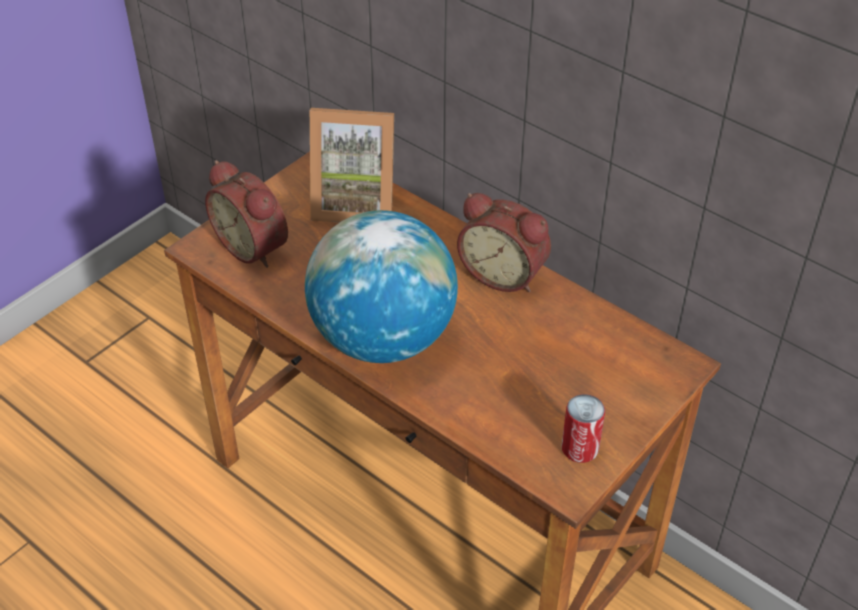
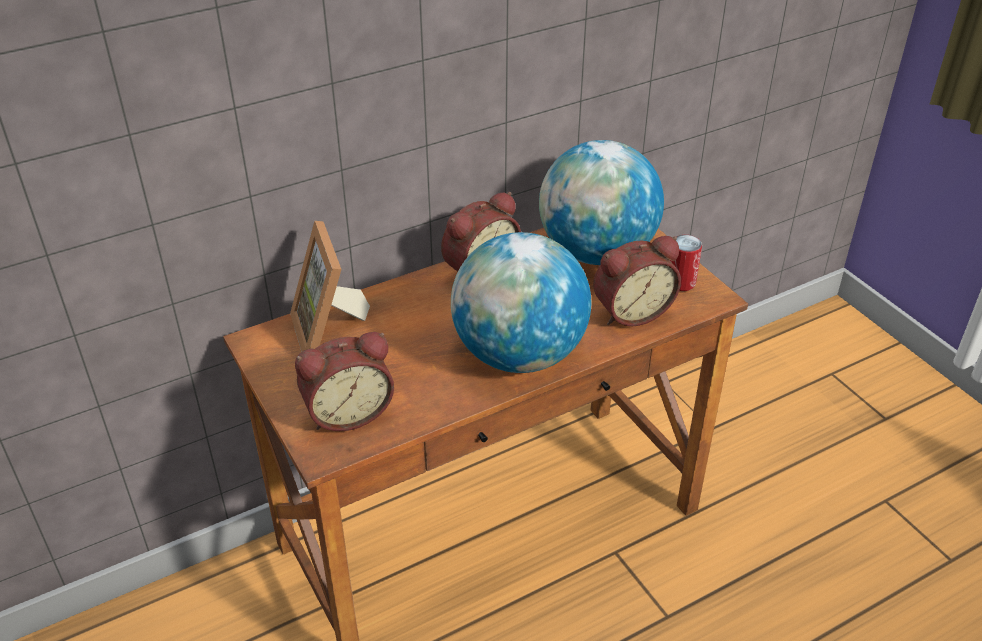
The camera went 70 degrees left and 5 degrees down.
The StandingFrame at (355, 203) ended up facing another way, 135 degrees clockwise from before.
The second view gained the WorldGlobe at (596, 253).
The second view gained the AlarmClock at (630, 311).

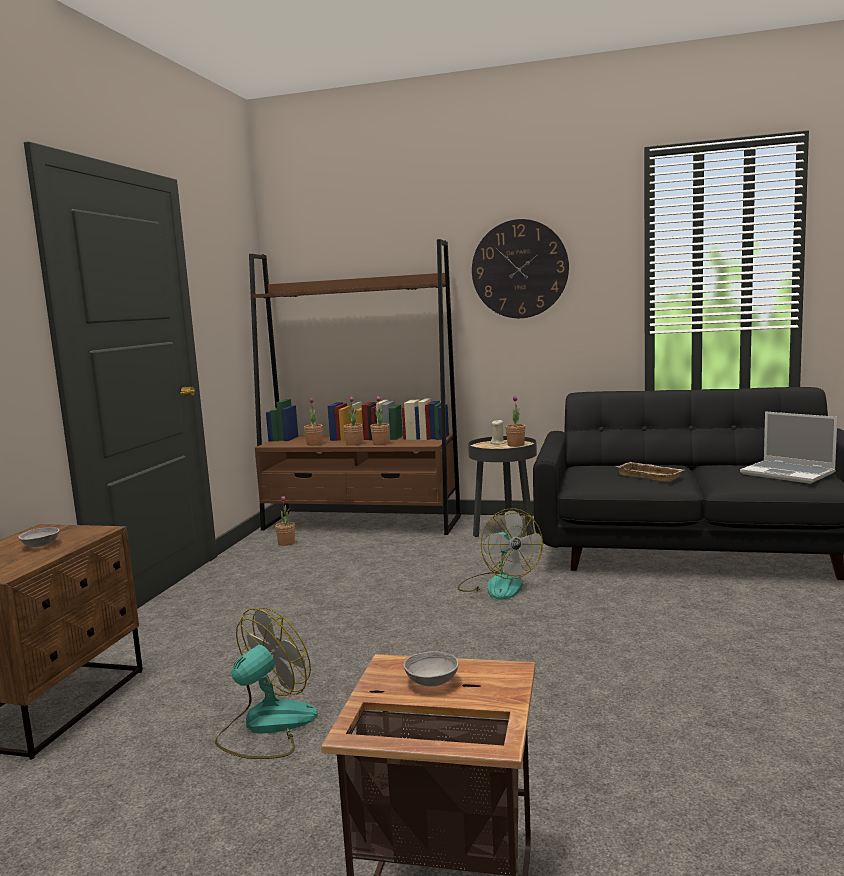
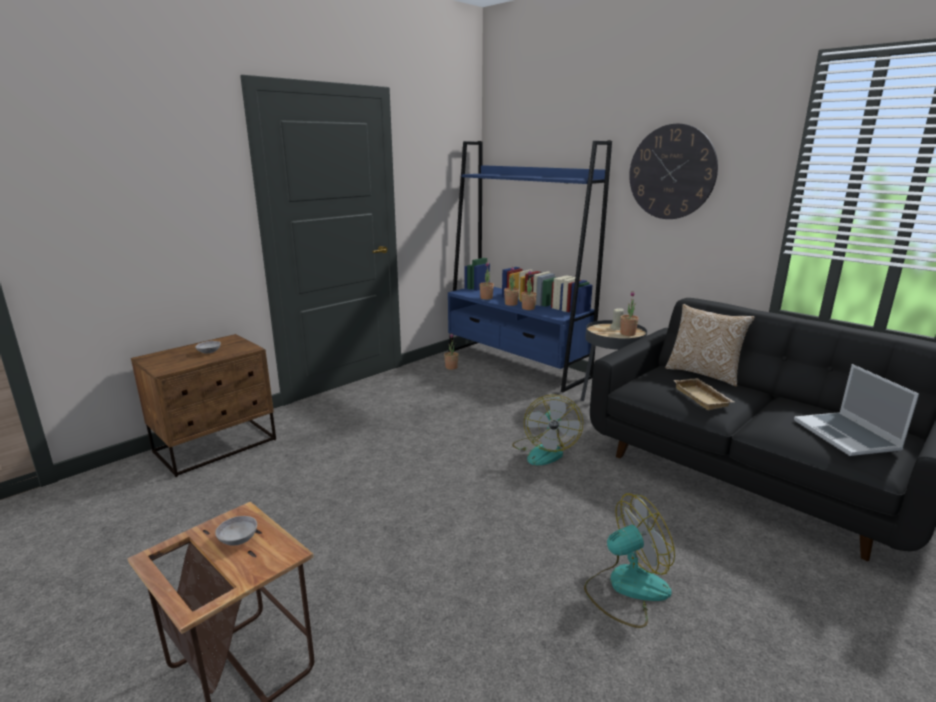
The camera went 30 degrees right and 10 degrees up.
What was the BrownishShelvingUnit at (362, 523) turned into the BlueColouredShelvingUnit at (516, 364).
The CoolingFan ended up elsewhere, having gone from (266, 726) to (626, 588).
The second view gained the Pillow at (703, 373).

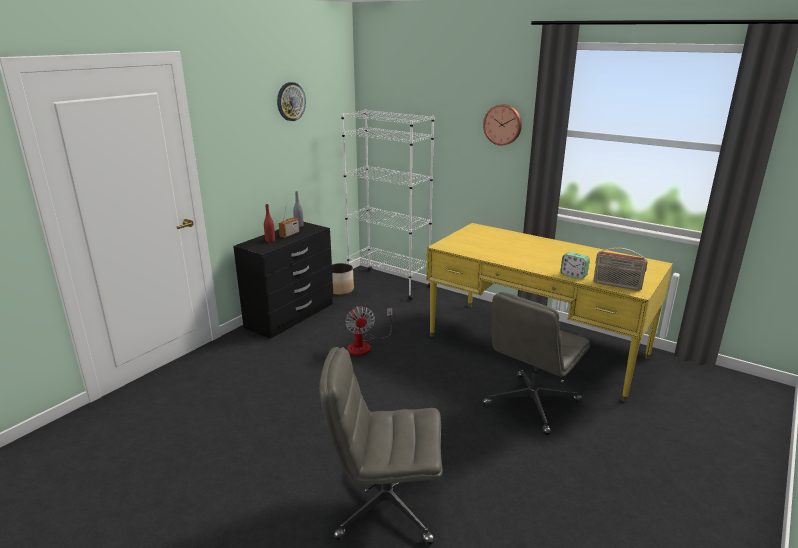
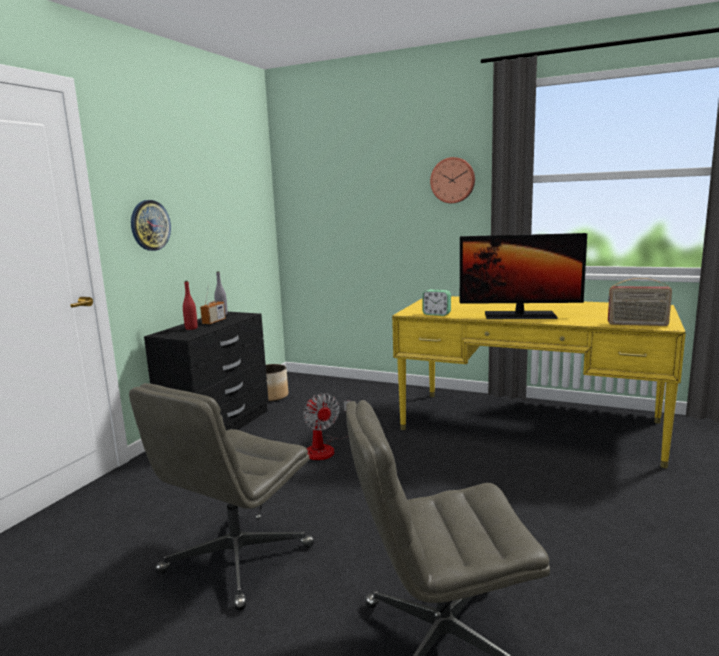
The camera went 10 degrees left and 10 degrees down.
The ClockOnTheWall ended up elsewhere, having gone from (290, 101) to (150, 225).
The second view lost the WhiteColouredShelvingUnit at (388, 283).
The AlarmClock ended up elsewhere, having gone from (573, 275) to (436, 314).
The GreyishOfficeChair ended up elsewhere, having gone from (531, 404) to (236, 560).
The second view gained the ComputerDisplay at (519, 315).

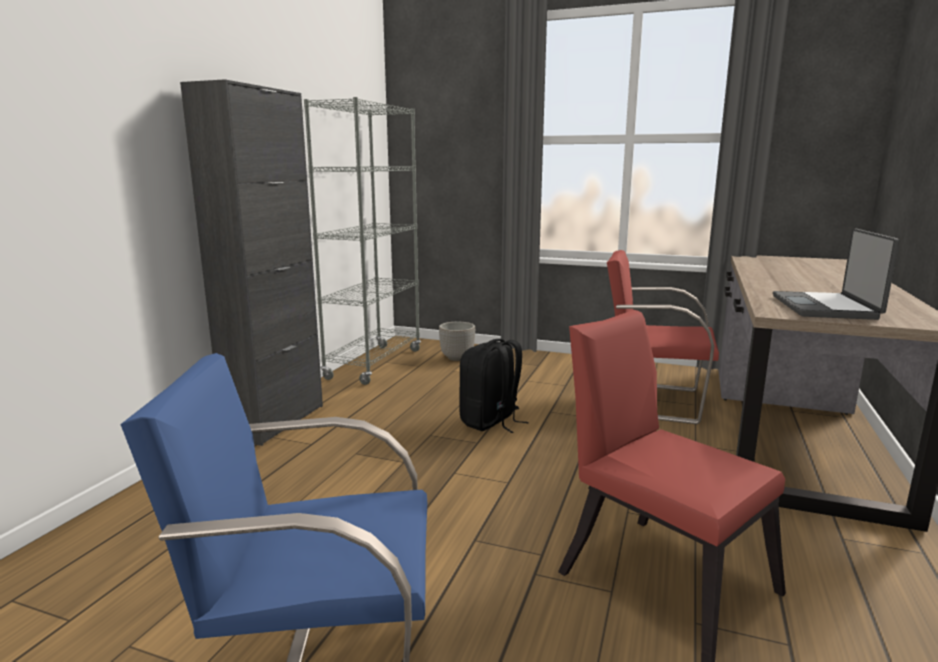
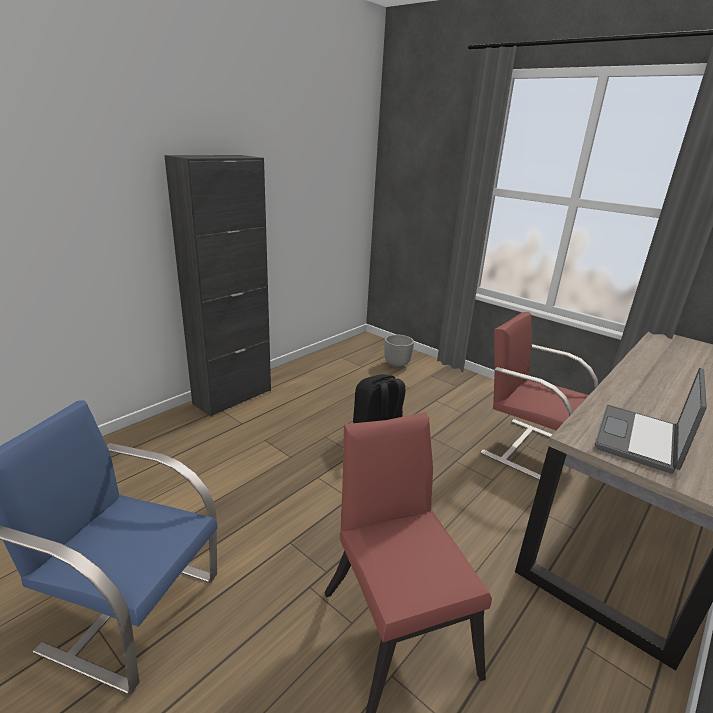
The camera went 20 degrees right and 10 degrees up.
The second view lost the GreyishShelvingUnit at (374, 364).

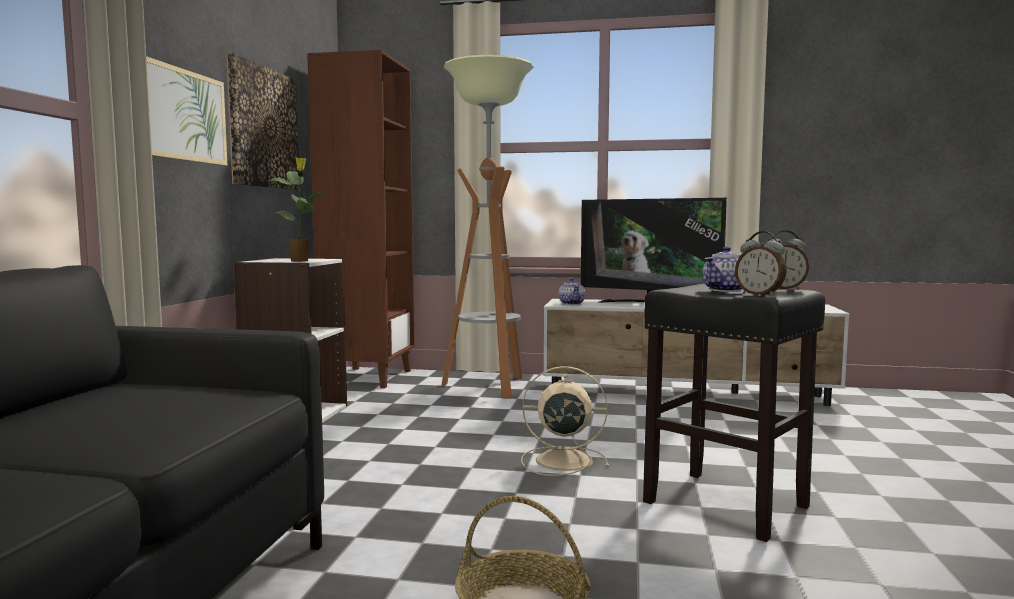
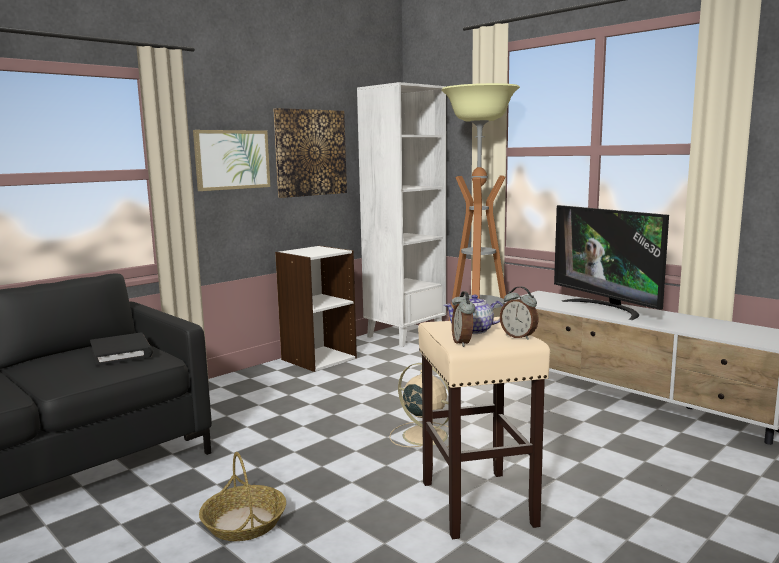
The camera went 35 degrees right and 5 degrees up.
What was the BrownishShelvingUnit at (368, 377) turned into the WhiteColouredShelvingUnit at (405, 335).
The second view lost the Houseplant at (300, 261).
The second view lost the PotForTea at (572, 303).
What was the BlackStool at (727, 504) turned into the BeigeColouredStool at (479, 504).
The second view gained the BlackBoundBook at (121, 352).

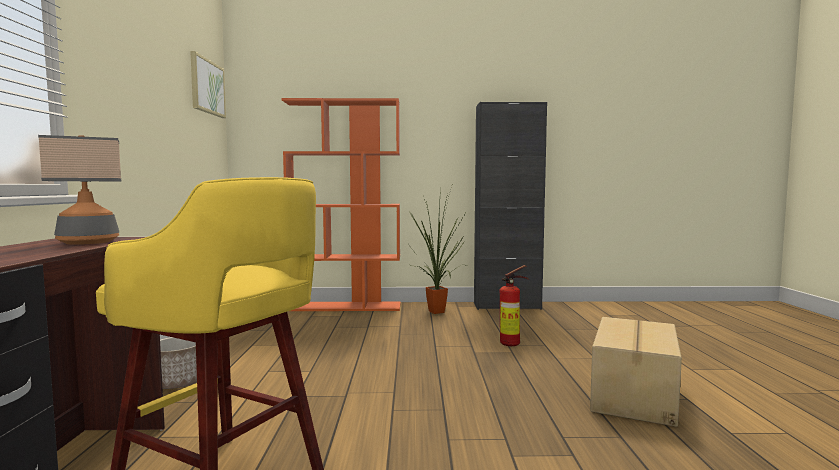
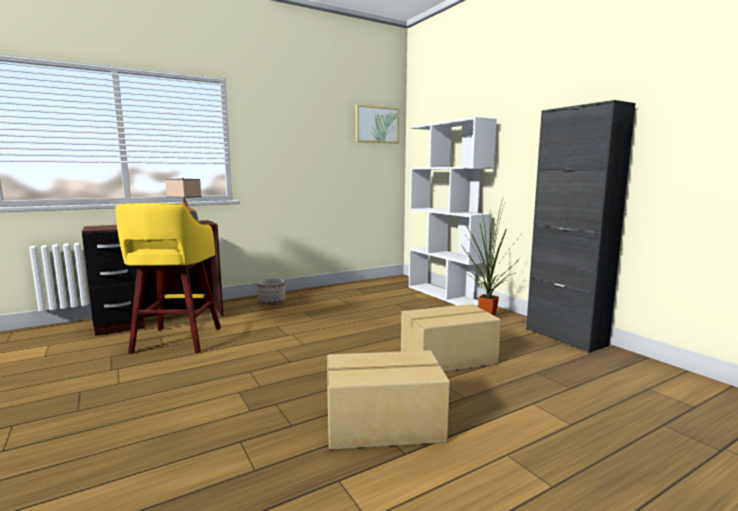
The camera went 60 degrees right and 5 degrees up.
What was the OrangeyShelvingUnit at (346, 307) turned into the WhiteColouredShelvingUnit at (445, 295).
Where the FireFightingCylinder stood at (513, 344), the CardboardBox came to stand at (449, 359).

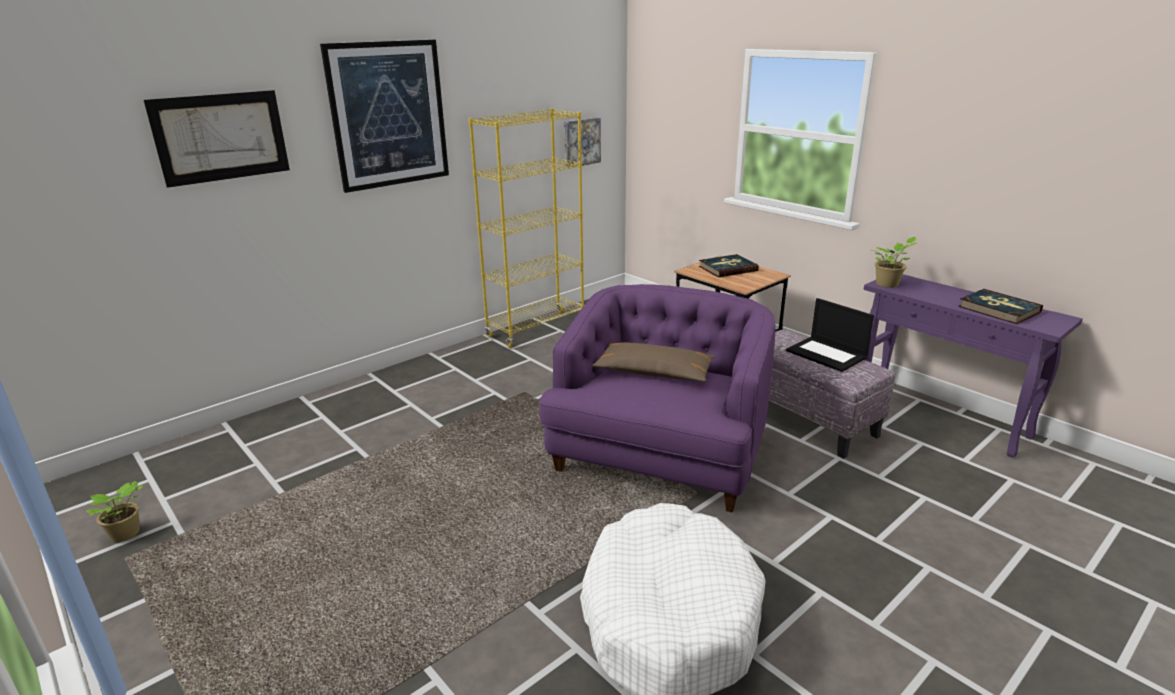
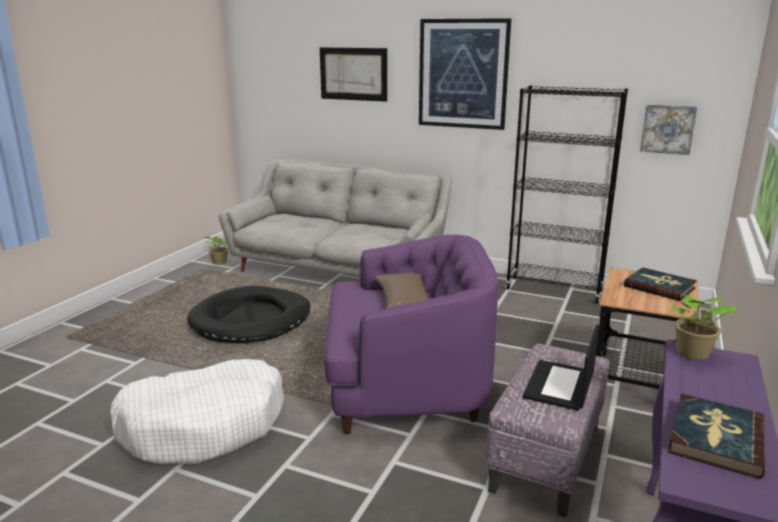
The camera went 65 degrees right and 5 degrees down.
What was the YellowShelvingUnit at (536, 329) turned into the BlackShelvingUnit at (554, 290).
The second view gained the GreyishSofa at (338, 271).
The second view gained the BlackDogCushion at (251, 320).

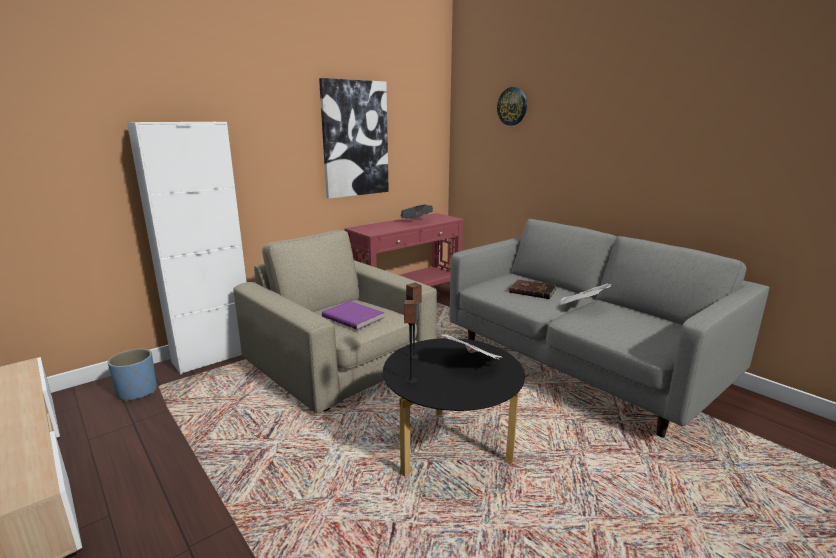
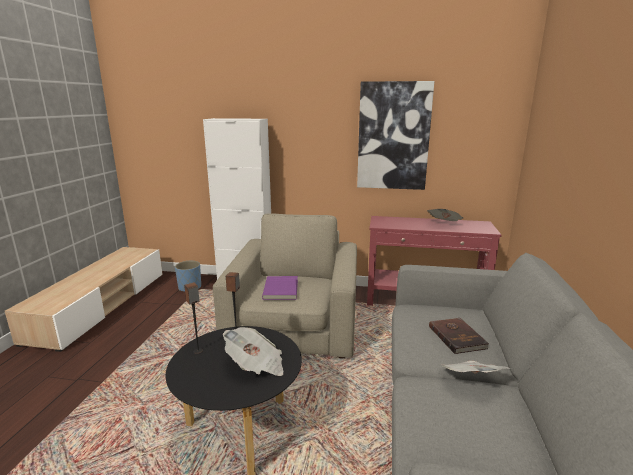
The camera went 50 degrees right and 0 degrees up.
The second view lost the ClockOnTheWall at (512, 106).

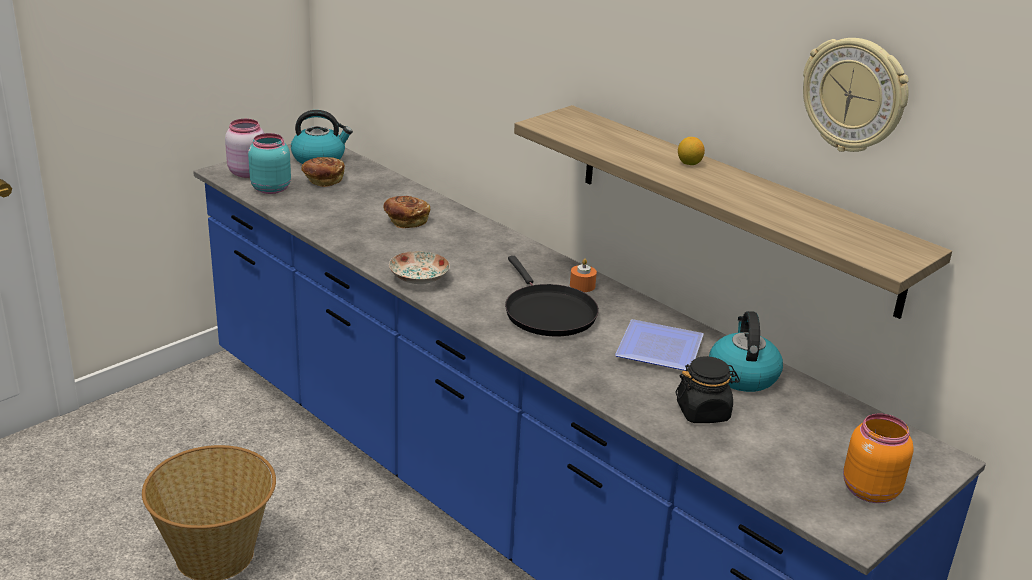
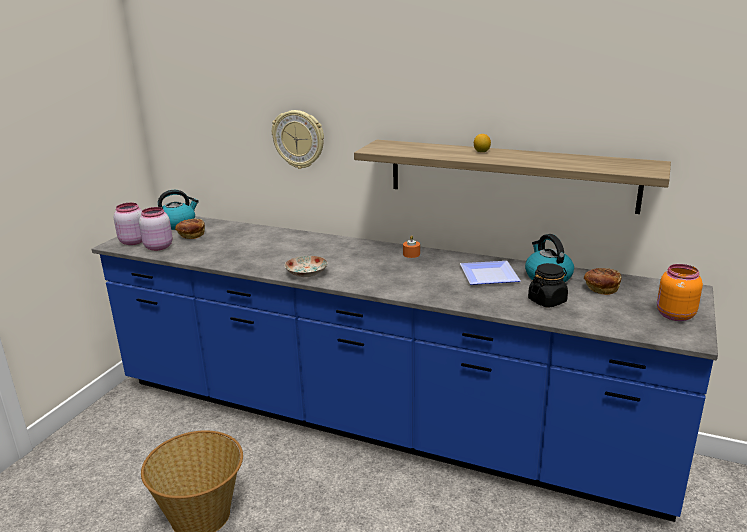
The camera went 20 degrees left and 5 degrees down.
The ClockOnTheWall ended up elsewhere, having gone from (854, 95) to (299, 139).
What was the TurquoiseColouredStorageJar at (270, 188) turned into the PinkishStorageJar at (158, 247).
The BakeryBread ended up elsewhere, having gone from (405, 221) to (601, 288).
The second view lost the BlackSkillet at (547, 312).

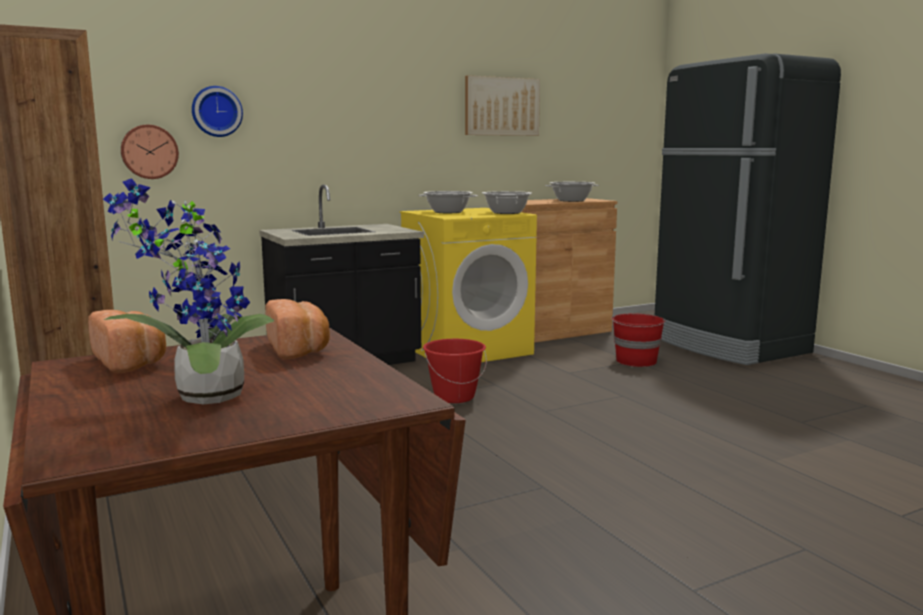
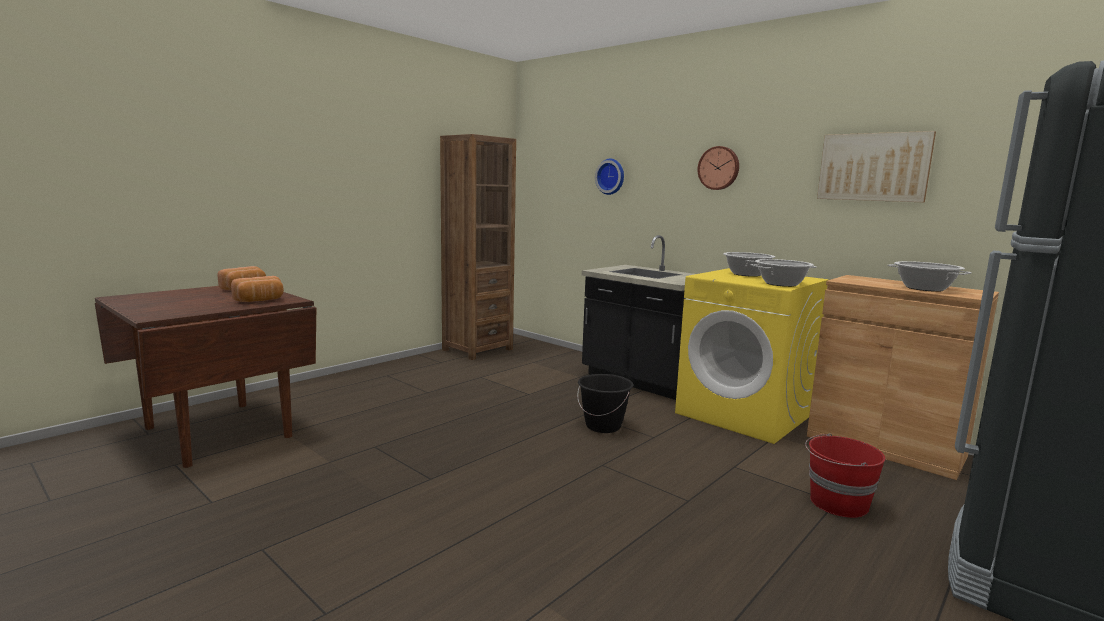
The camera went 70 degrees right and 0 degrees up.
The ClockOnTheWall ended up elsewhere, having gone from (149, 152) to (719, 168).
The second view lost the Houseplant at (201, 397).
What was the ReddishBucket at (454, 397) turned into the BlackBucket at (603, 426).

